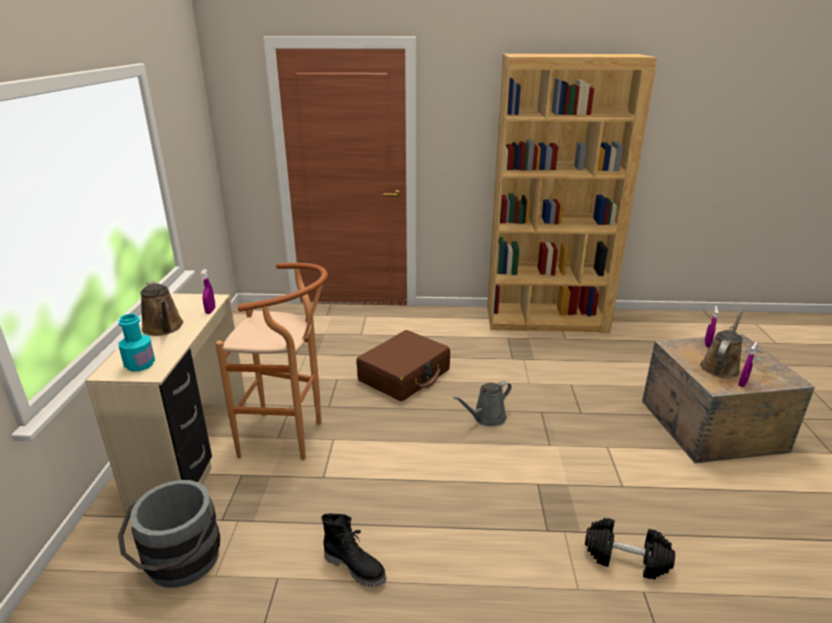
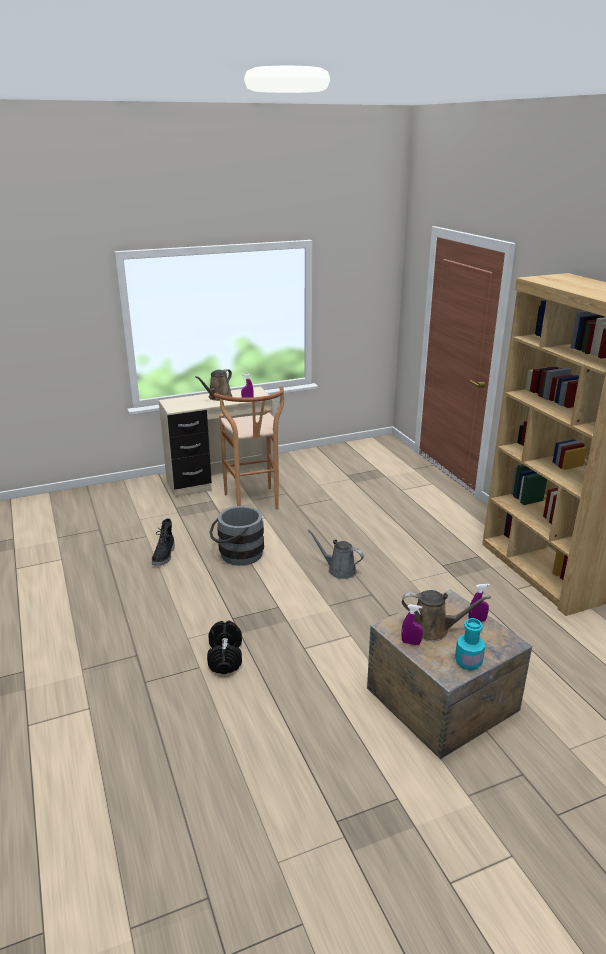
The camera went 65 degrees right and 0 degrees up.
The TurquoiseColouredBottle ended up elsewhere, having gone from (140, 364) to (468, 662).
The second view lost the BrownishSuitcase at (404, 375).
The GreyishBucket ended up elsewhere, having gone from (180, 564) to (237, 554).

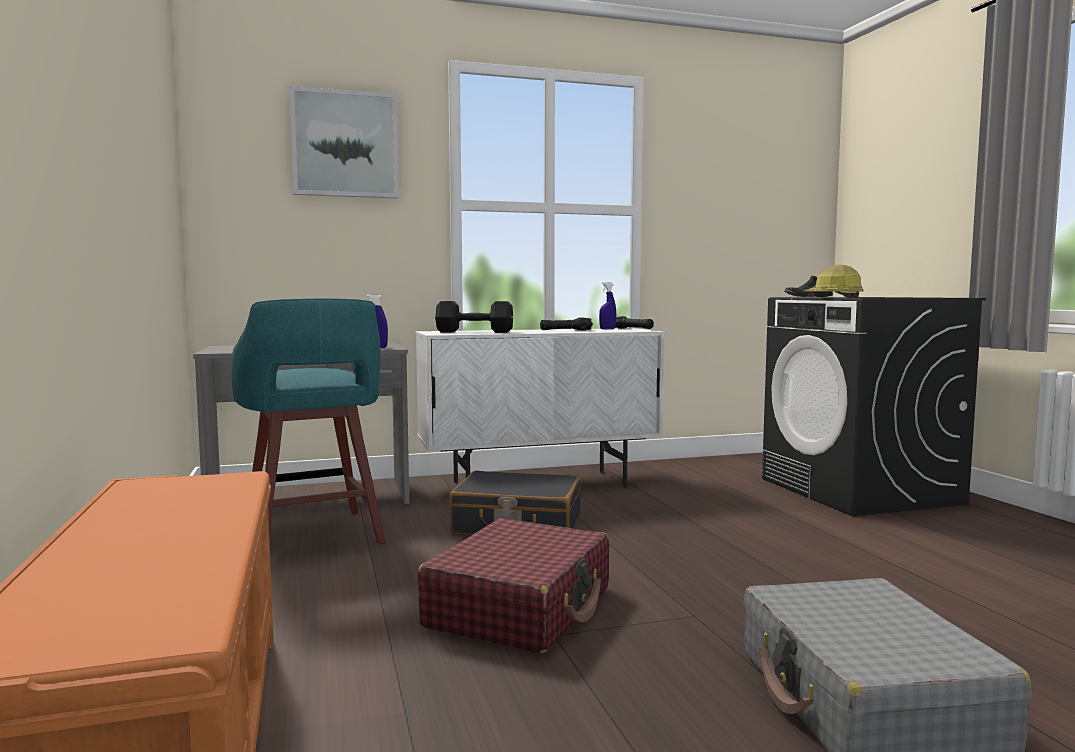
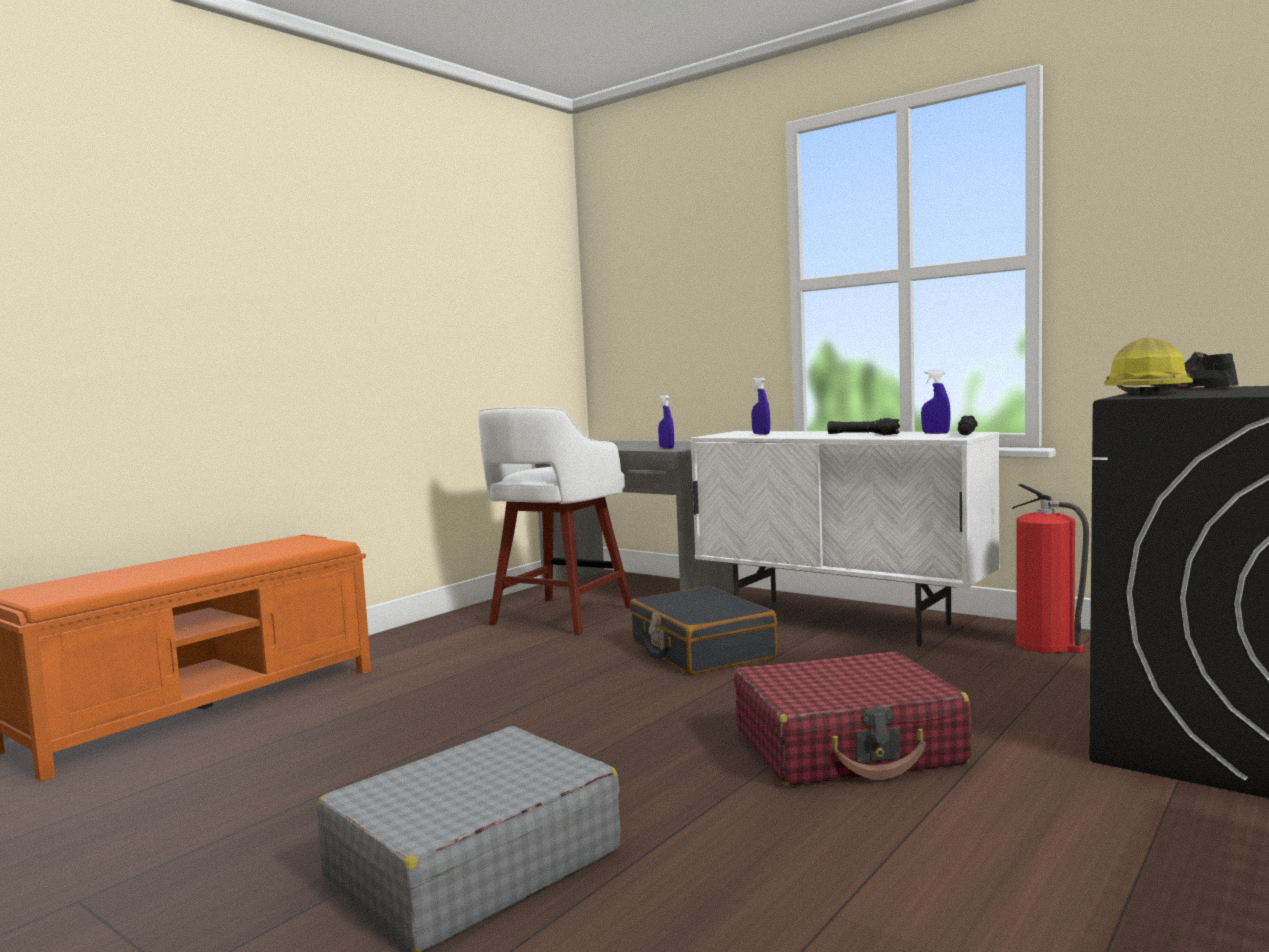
The camera went 55 degrees right and 0 degrees up.
The second view lost the WallArt at (345, 144).
What was the TurquoiseColouredStool at (313, 536) turned into the WhiteColouredStool at (559, 617).
Where the BlackHandWeight stood at (473, 332), the BlueColouredSprayBottle came to stand at (761, 434).
The ReddishSuitcase ended up elsewhere, having gone from (521, 607) to (848, 747).
The second view gained the FireFightingCylinder at (1047, 645).

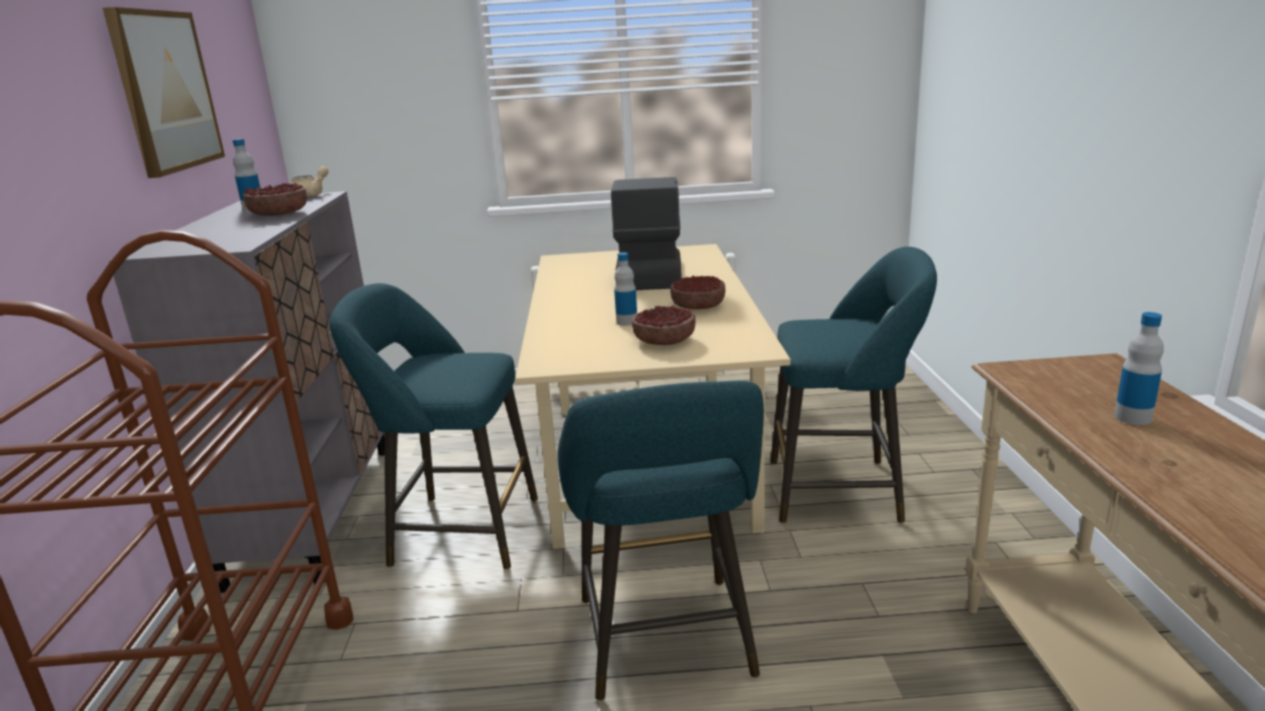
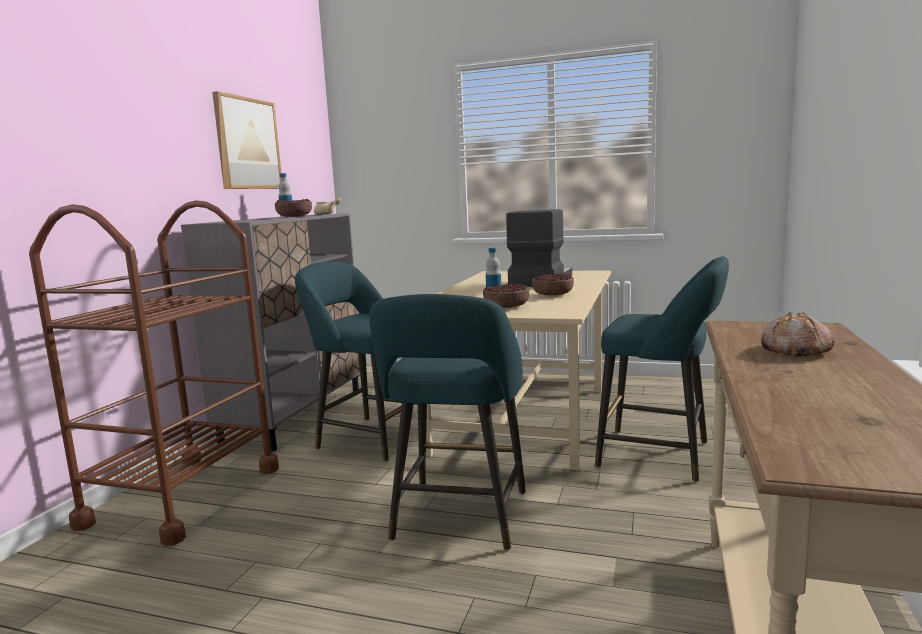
The camera went 20 degrees right and 10 degrees down.
Where the Bottle stood at (1132, 417), the BakeryBread came to stand at (794, 350).

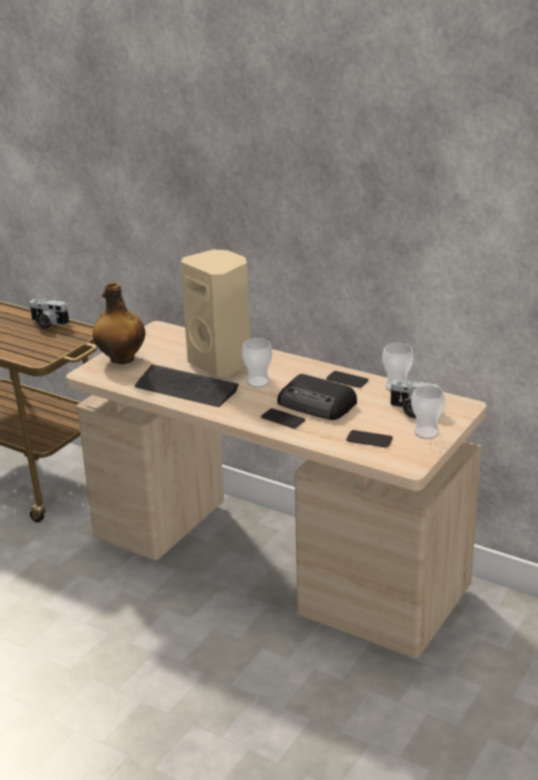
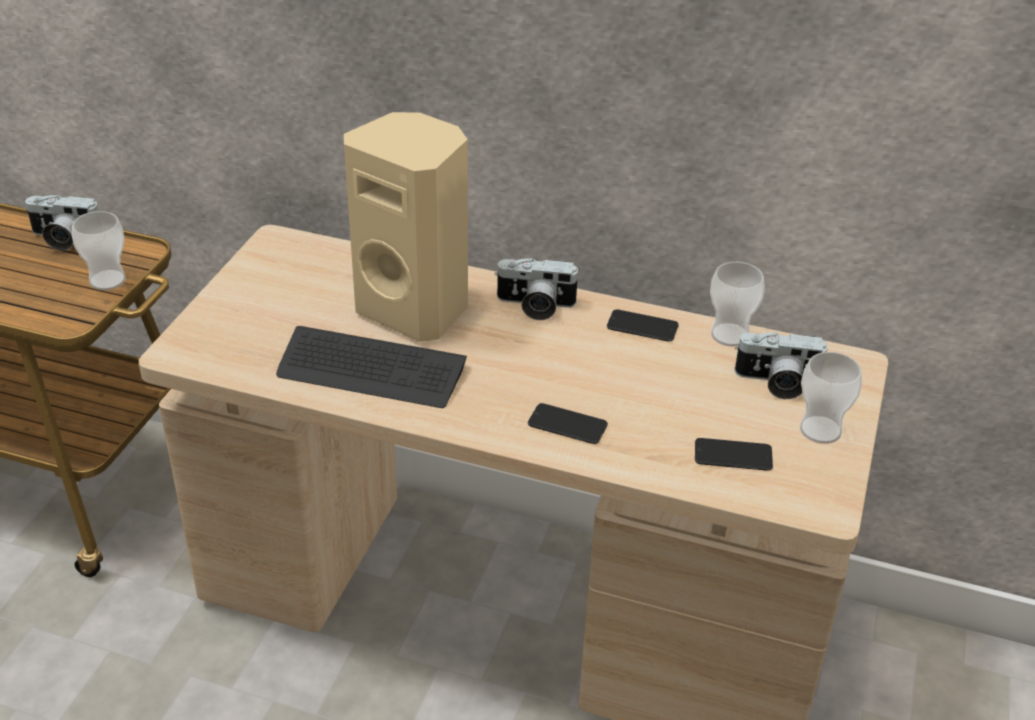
The camera went 15 degrees left and 10 degrees up.
The second view lost the Bottle at (121, 359).
The Cup ended up elsewhere, having gone from (258, 382) to (107, 280).
The second view lost the RadioSet at (317, 404).
The second view gained the PhotoCamera at (535, 306).

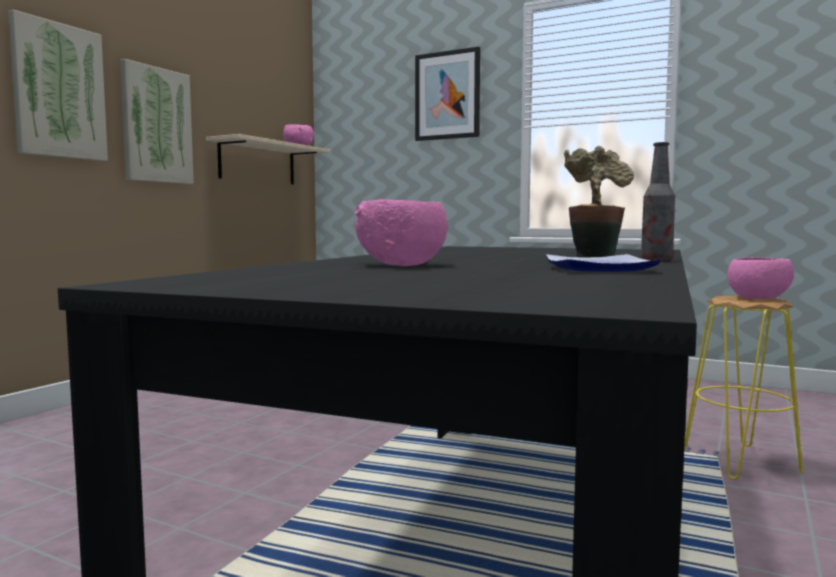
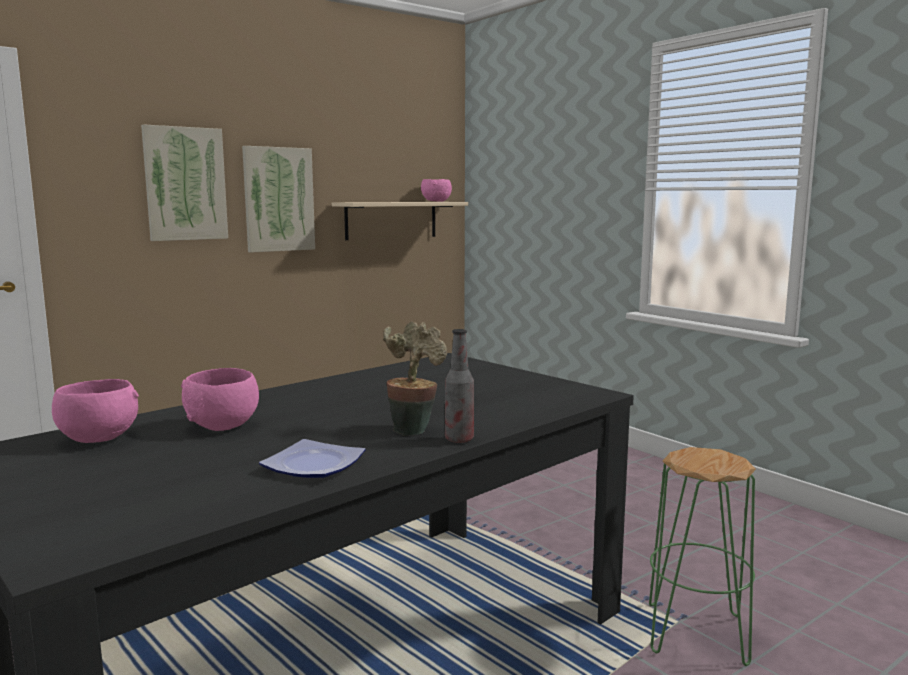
The camera went 25 degrees right and 5 degrees up.
The second view lost the WallArt at (447, 95).
The PinkishServingBowl ended up elsewhere, having gone from (757, 299) to (97, 439).
What was the YellowStool at (740, 461) turned into the GreenColouredStool at (696, 634).

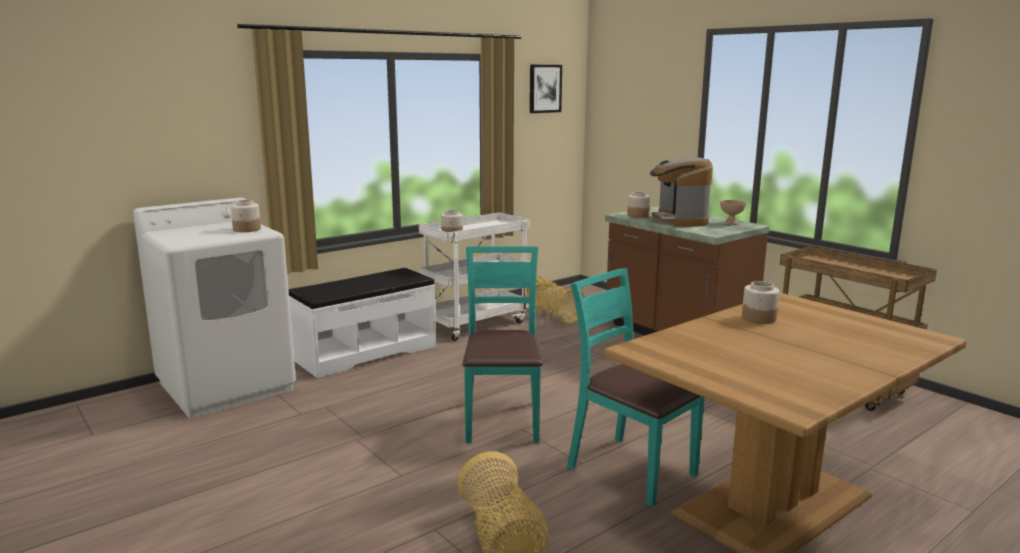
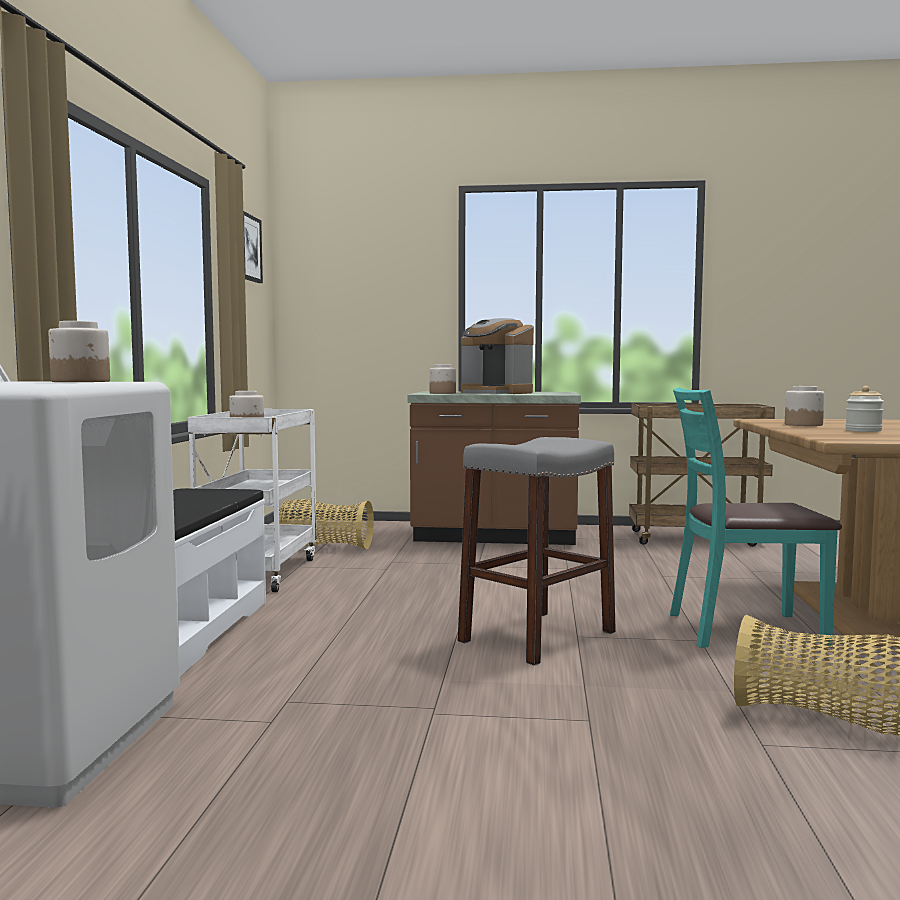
The camera went 45 degrees left and 10 degrees down.
The second view lost the BeigeColouredServingBowl at (730, 223).
Where the TurquoiseColouredChair stood at (502, 420), the GreyishStool came to stand at (538, 636).
The second view gained the StorageJar at (863, 431).

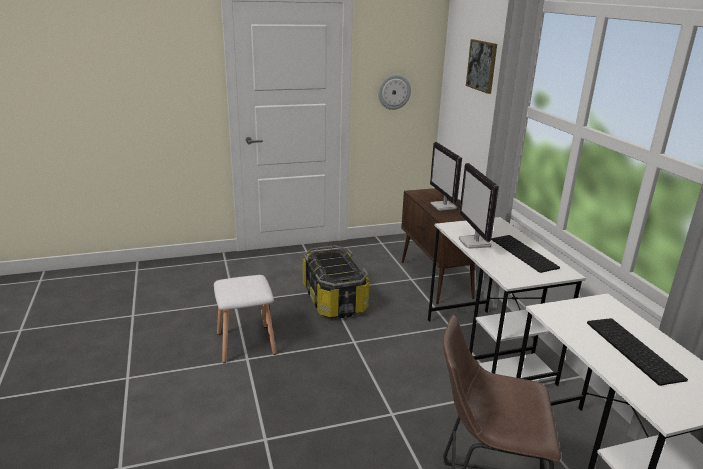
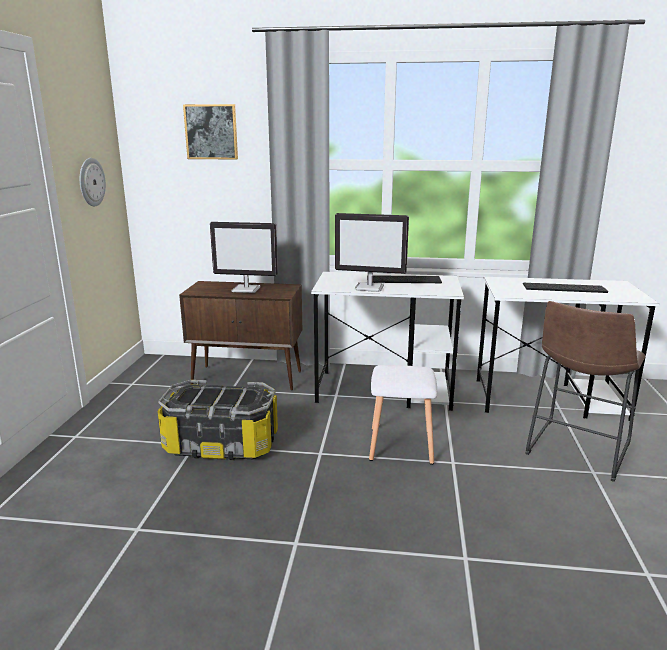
The camera went 65 degrees left and 5 degrees down.
The WhiteColouredStool ended up elsewhere, having gone from (245, 343) to (400, 446).

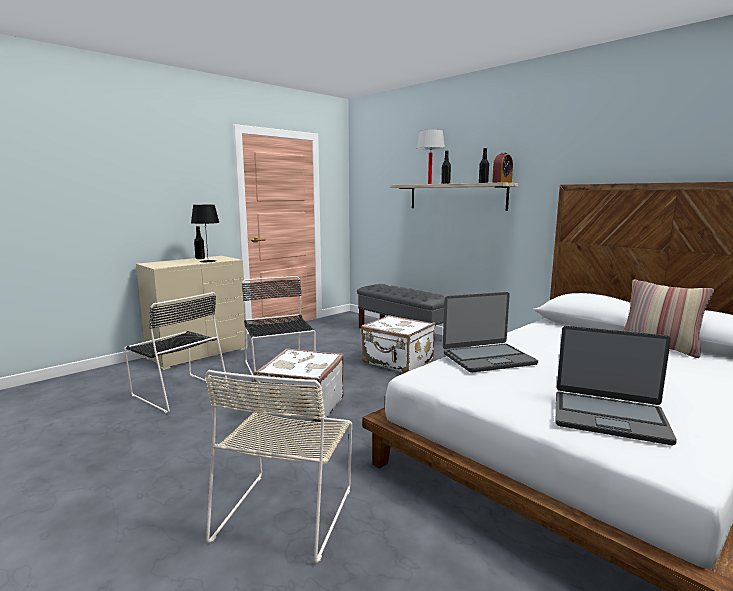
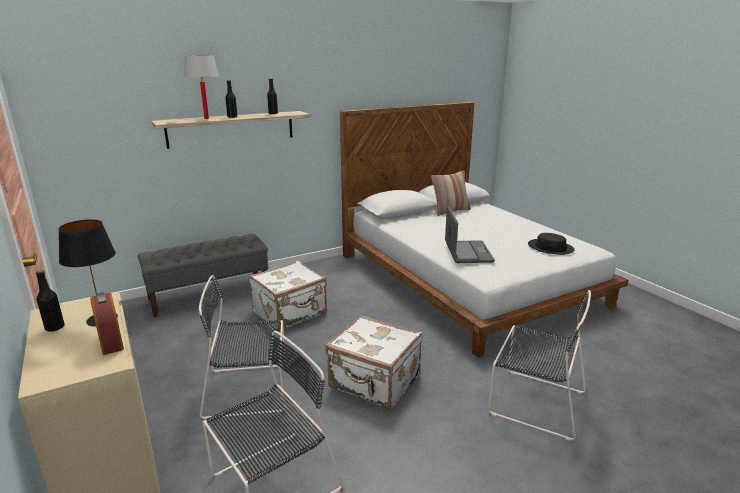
The camera went 75 degrees left and 10 degrees up.
The AlarmClock ended up elsewhere, having gone from (502, 182) to (111, 342).
Where the PortableComputer stood at (609, 417), the BlackHat came to stand at (550, 247).
What was the BeigeColouredChair at (286, 511) turned into the BlackChair at (534, 401).

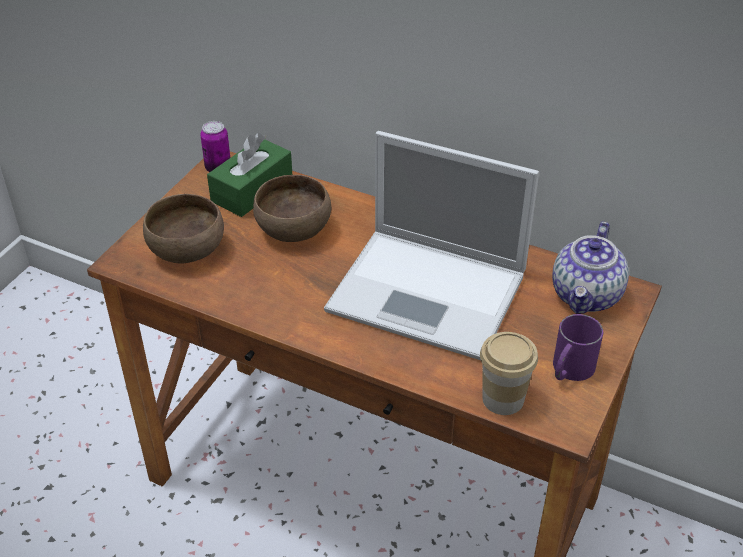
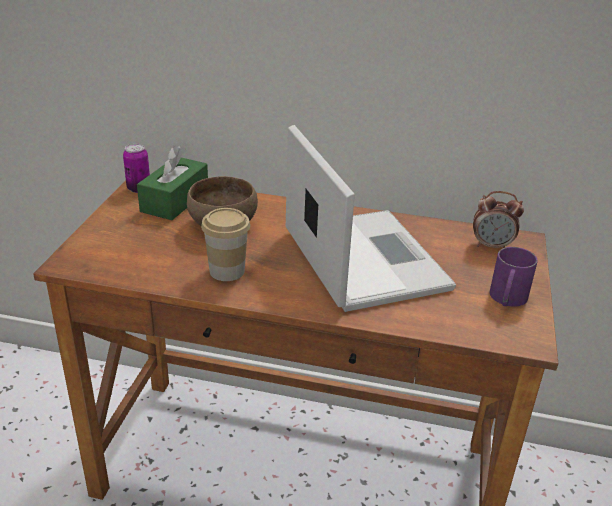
The camera went 15 degrees left and 10 degrees down.
The PortableComputer at (430, 293) ended up facing another way, 120 degrees counterclockwise from before.
The second view lost the BrownishServingBowl at (186, 249).
Where the PotForTea stood at (587, 296), the AlarmClock came to stand at (491, 246).
The Cup ended up elsewhere, having gone from (503, 399) to (227, 271).

